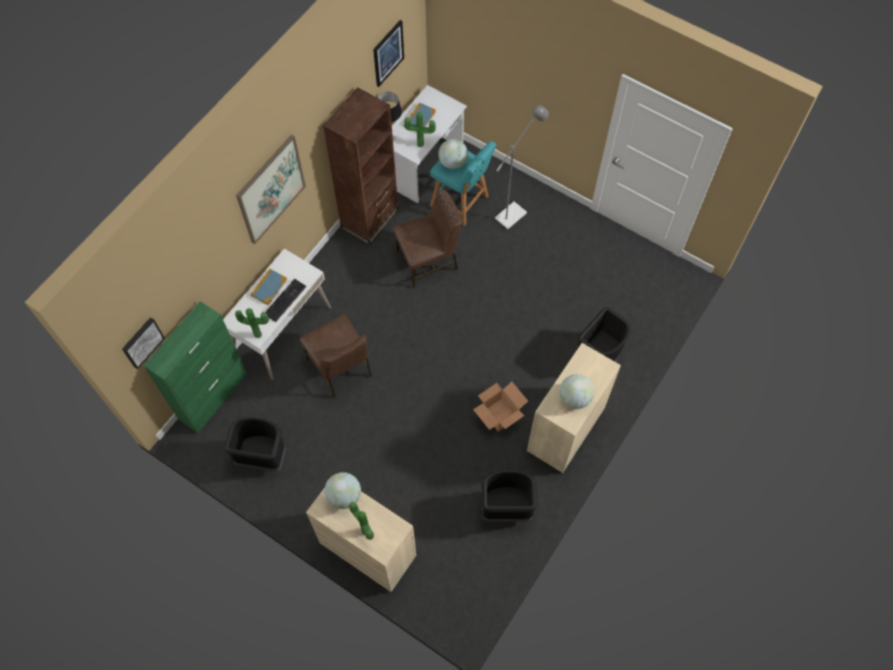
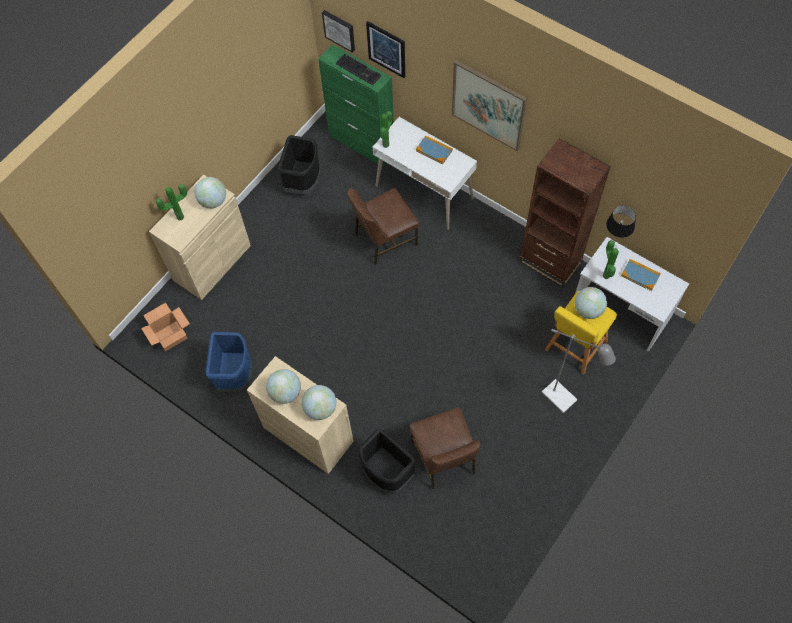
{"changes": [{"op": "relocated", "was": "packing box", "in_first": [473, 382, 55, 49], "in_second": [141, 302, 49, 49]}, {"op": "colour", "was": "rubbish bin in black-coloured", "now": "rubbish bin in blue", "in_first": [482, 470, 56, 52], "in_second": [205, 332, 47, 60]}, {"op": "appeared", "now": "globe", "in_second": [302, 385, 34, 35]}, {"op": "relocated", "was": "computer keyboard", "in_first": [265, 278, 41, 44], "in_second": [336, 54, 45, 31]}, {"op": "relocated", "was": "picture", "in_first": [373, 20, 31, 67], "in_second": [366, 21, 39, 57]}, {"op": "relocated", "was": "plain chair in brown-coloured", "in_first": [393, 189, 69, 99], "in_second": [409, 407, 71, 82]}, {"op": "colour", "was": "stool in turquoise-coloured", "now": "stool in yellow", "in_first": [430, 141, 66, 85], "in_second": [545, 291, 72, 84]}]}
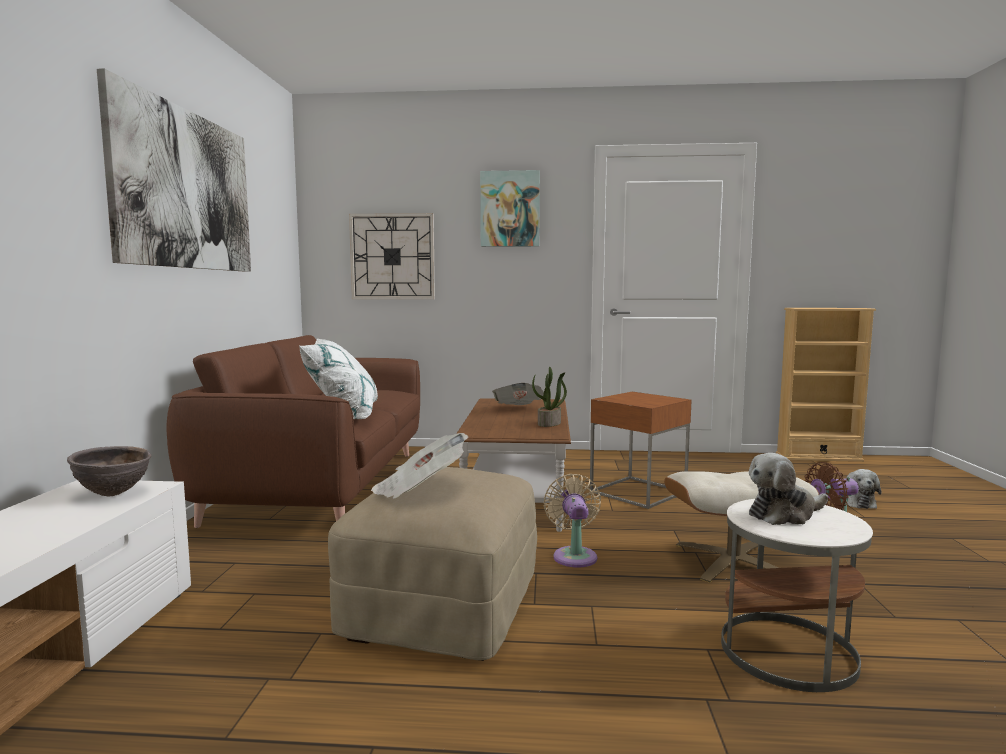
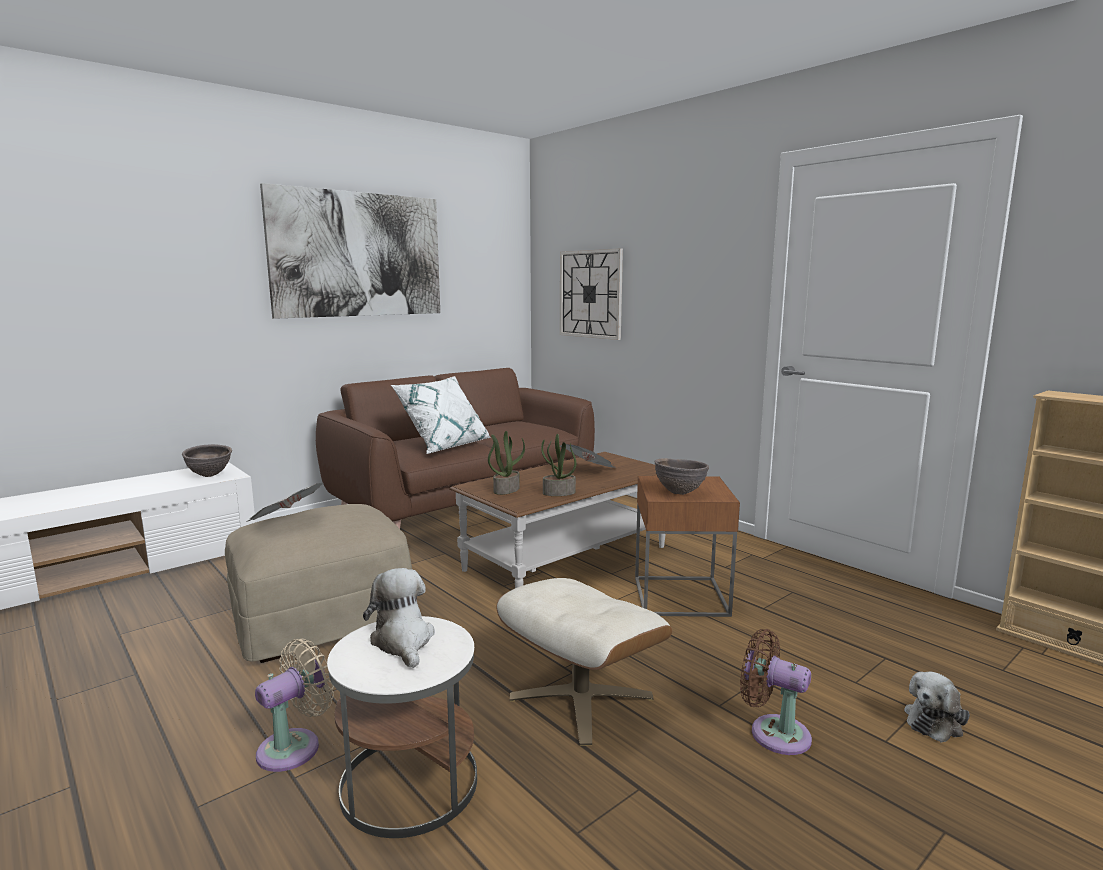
{"changes": [{"op": "relocated", "was": "electric fan in sand-coloured", "in_first": [544, 474, 57, 94], "in_second": [255, 639, 79, 133]}, {"op": "spun", "was": "cuddly toy", "in_first": [749, 453, 79, 72], "in_second": [363, 568, 72, 100], "clockwise": 45}, {"op": "appeared", "now": "houseplant", "in_second": [488, 431, 37, 64]}, {"op": "appeared", "now": "serving bowl in brown-coloured", "in_second": [654, 458, 55, 37]}, {"op": "missing", "was": "picture", "in_first": [480, 170, 60, 77]}]}
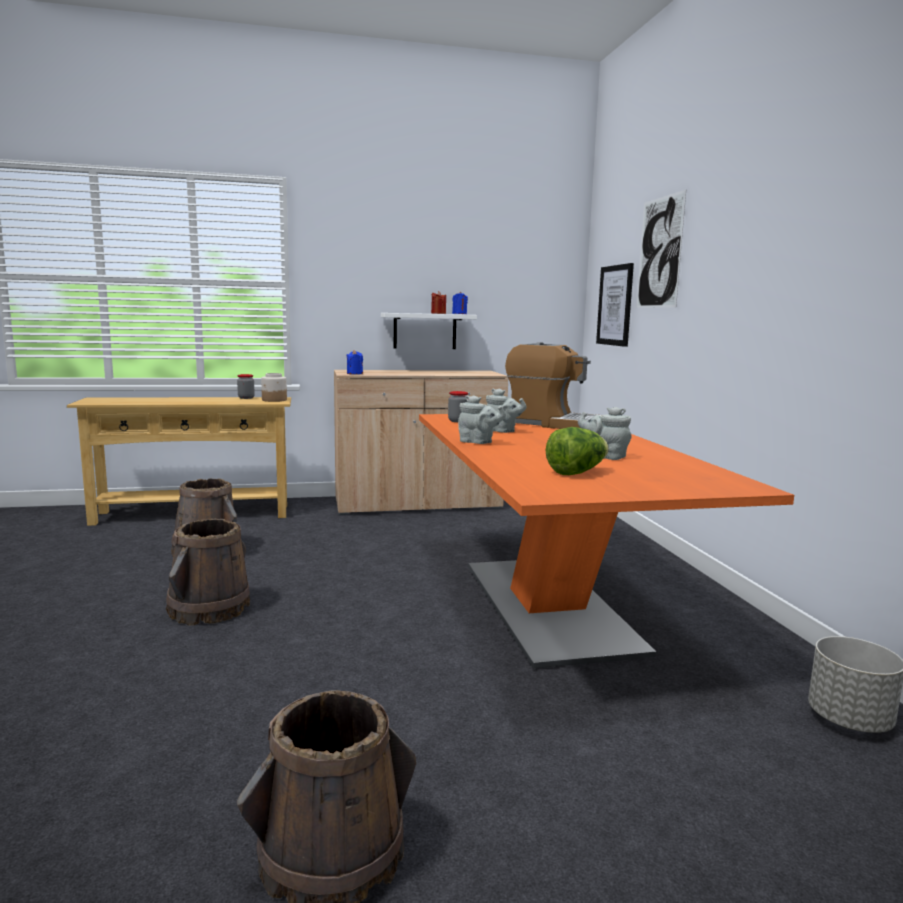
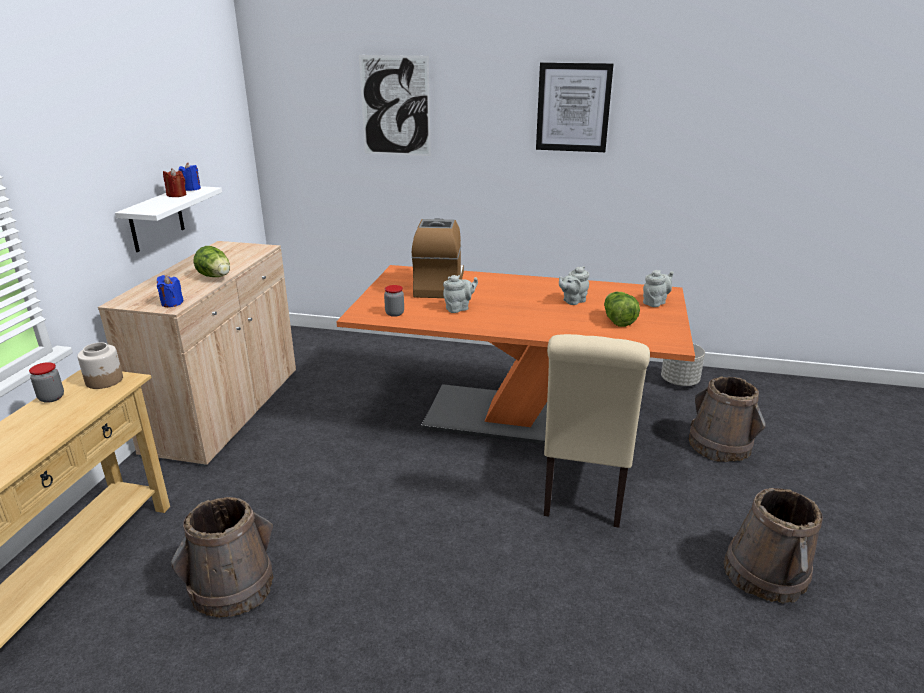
{"changes": [{"op": "appeared", "now": "lettuce head", "in_second": [193, 246, 37, 31]}, {"op": "spun", "was": "coffee maker", "in_first": [505, 342, 96, 87], "in_second": [411, 219, 53, 79], "clockwise": -45}, {"op": "relocated", "was": "picture", "in_first": [596, 263, 38, 84], "in_second": [536, 62, 78, 90]}, {"op": "appeared", "now": "plain chair in sand-coloured", "in_second": [544, 334, 106, 194]}, {"op": "relocated", "was": "pot for tea in grey", "in_first": [458, 395, 48, 49], "in_second": [643, 270, 31, 37]}, {"op": "relocated", "was": "bucket in brown-coloured", "in_first": [166, 518, 84, 108], "in_second": [689, 376, 77, 86]}]}
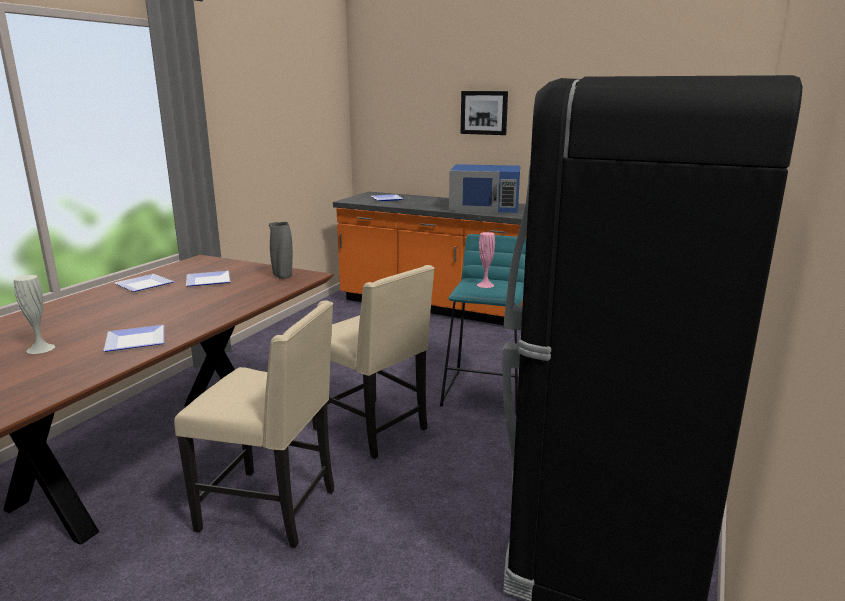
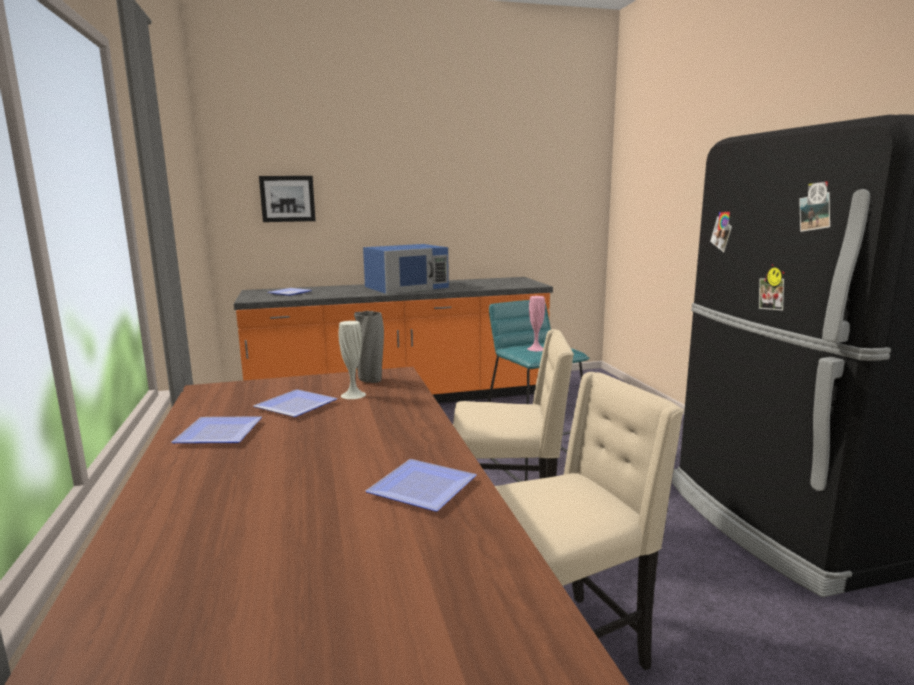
{"changes": [{"op": "relocated", "was": "picture", "in_first": [461, 91, 47, 44], "in_second": [259, 176, 57, 46]}, {"op": "relocated", "was": "vase in white-coloured", "in_first": [14, 275, 41, 79], "in_second": [339, 321, 27, 78]}]}
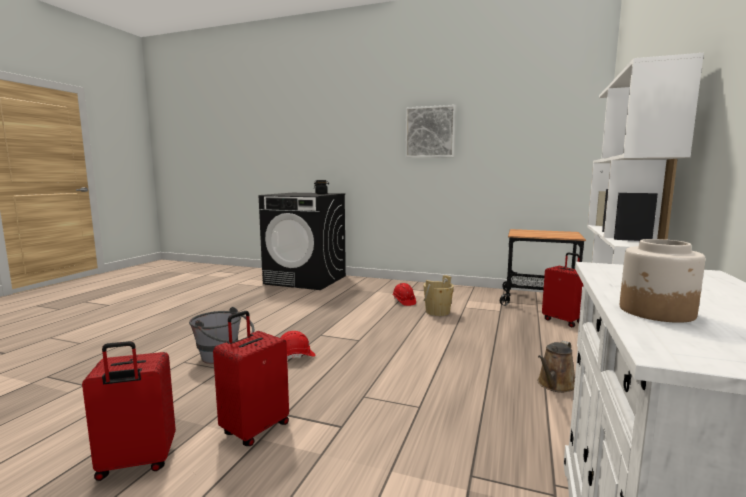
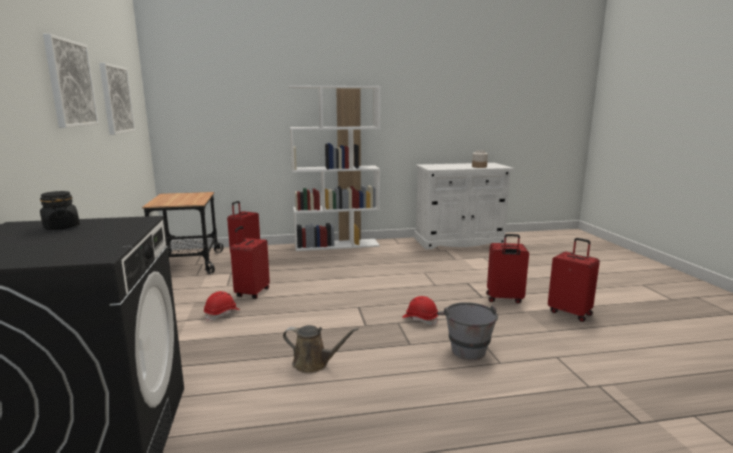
{"changes": [{"op": "appeared", "now": "picture", "in_second": [99, 63, 36, 72]}, {"op": "exchanged", "was": "bucket in sand-coloured", "now": "piece of luggage in red-coloured", "in_first": [423, 275, 31, 41], "in_second": [230, 226, 40, 73]}, {"op": "relocated", "was": "watering can in brown-coloured", "in_first": [537, 341, 38, 52], "in_second": [283, 325, 76, 49]}]}
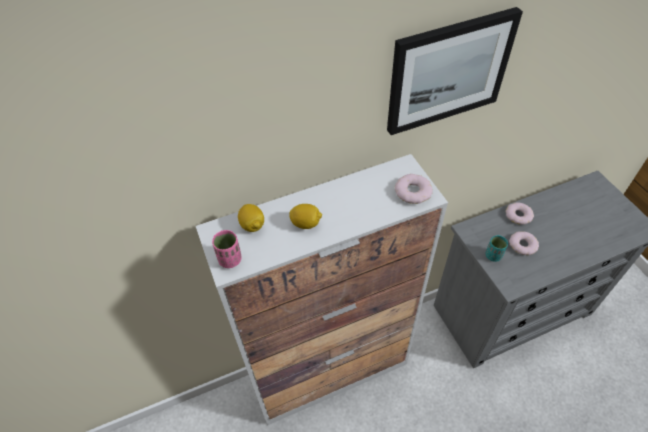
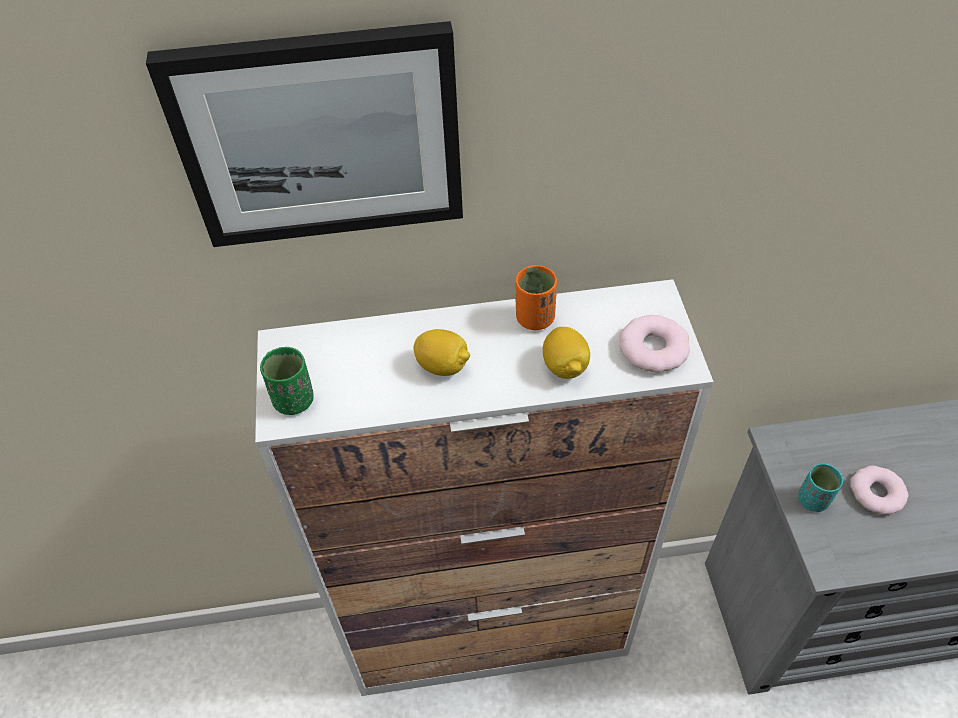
{"changes": [{"op": "relocated", "was": "picture", "in_first": [387, 7, 136, 128], "in_second": [146, 21, 317, 226]}, {"op": "colour", "was": "small cup in pink", "now": "small cup in greenish", "in_first": [212, 230, 30, 38], "in_second": [260, 347, 54, 68]}, {"op": "appeared", "now": "small cup in orange-coloured", "in_second": [516, 265, 41, 65]}, {"op": "relocated", "was": "lemon", "in_first": [238, 204, 26, 28], "in_second": [543, 327, 47, 52]}, {"op": "missing", "was": "doughnut", "in_first": [505, 202, 29, 23]}]}
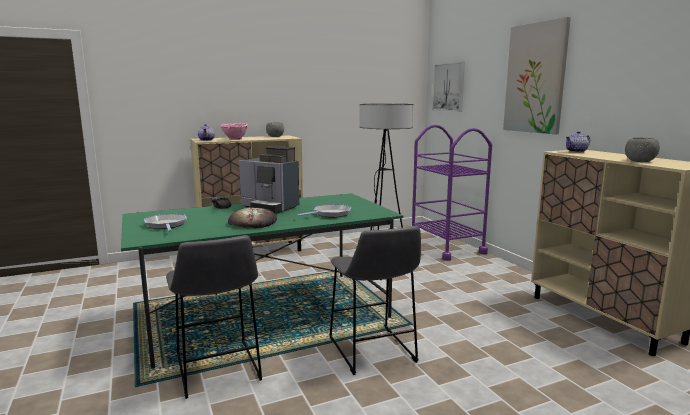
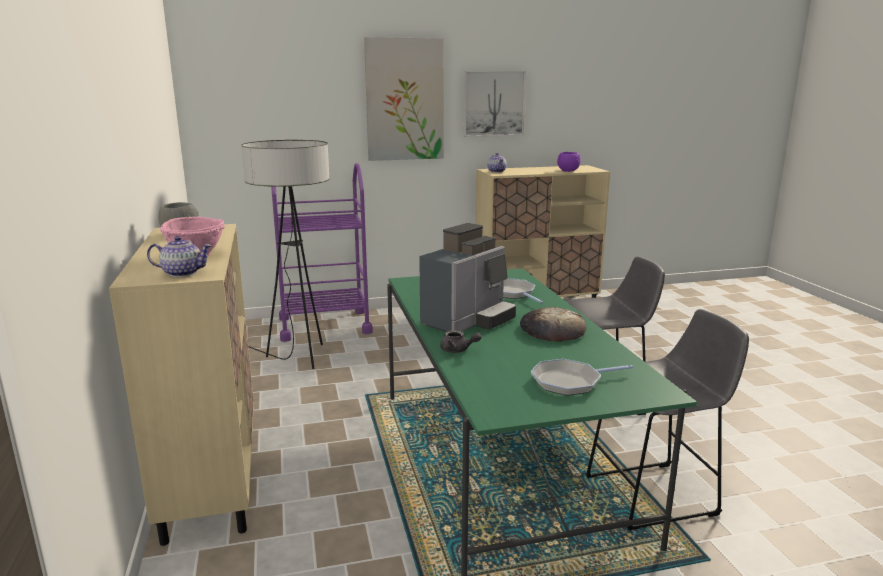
{"changes": [{"op": "relocated", "was": "picture", "in_first": [432, 62, 33, 49], "in_second": [464, 71, 62, 66]}, {"op": "colour", "was": "serving bowl in grey", "now": "serving bowl in purplish", "in_first": [625, 137, 35, 25], "in_second": [557, 152, 24, 20]}]}
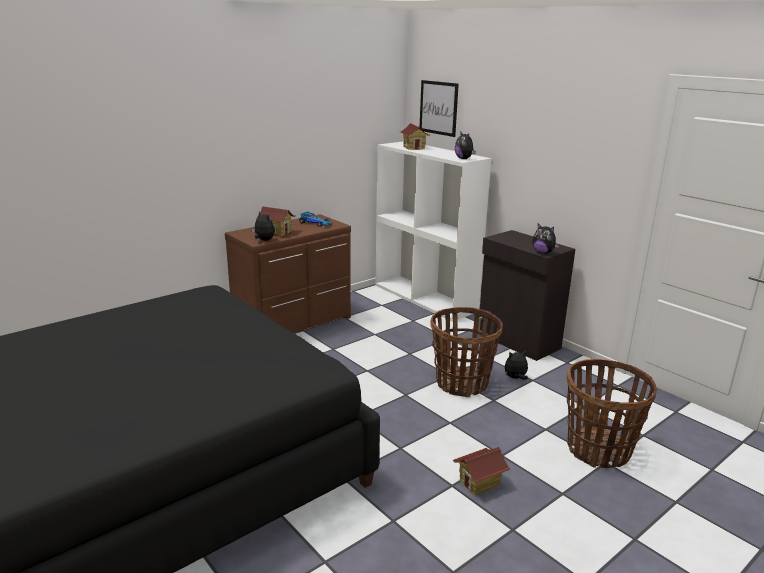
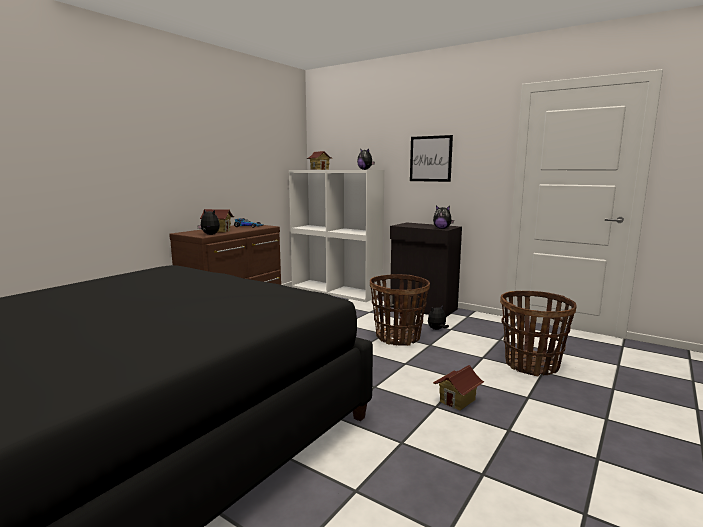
{"changes": [{"op": "relocated", "was": "picture", "in_first": [420, 80, 39, 57], "in_second": [410, 135, 43, 47]}]}
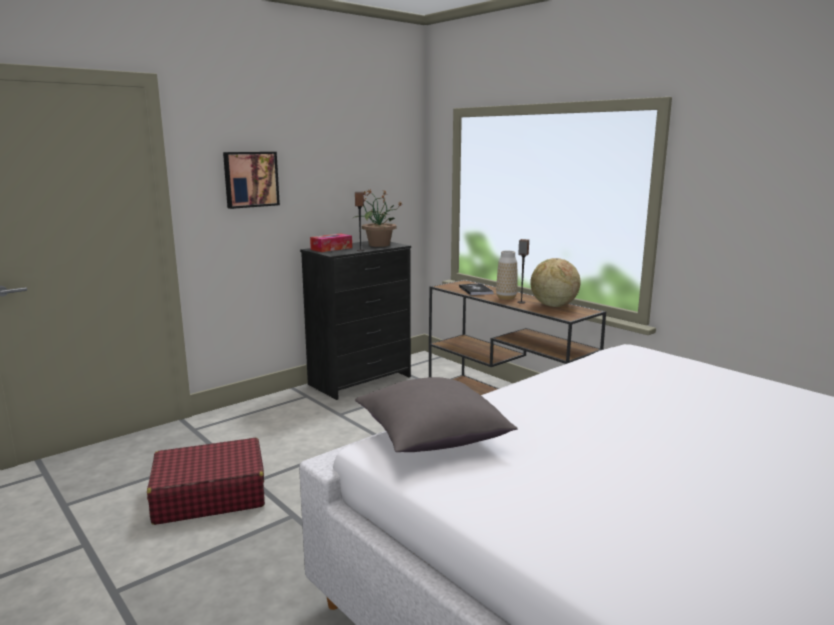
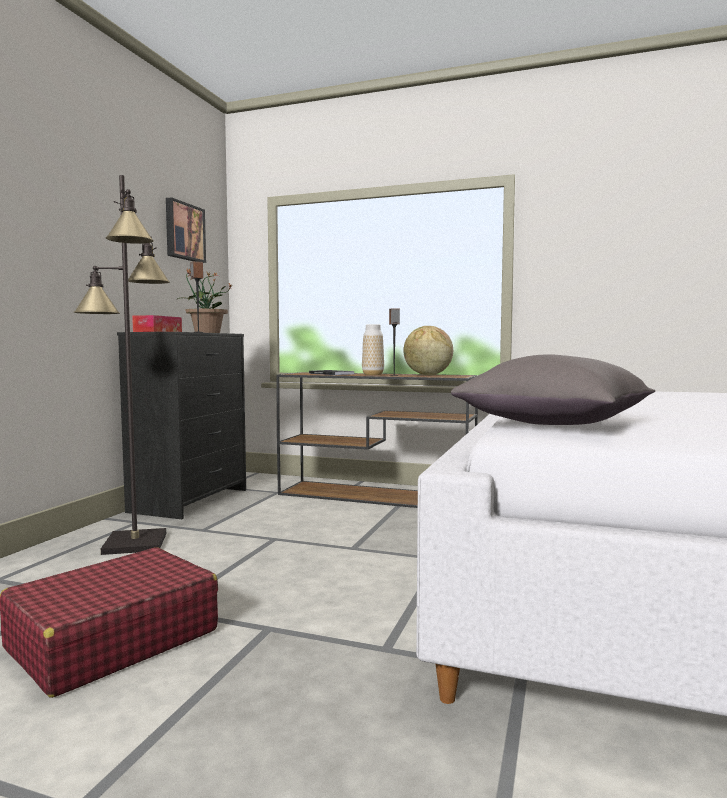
{"changes": [{"op": "appeared", "now": "standing lamp in black-coloured", "in_second": [74, 175, 96, 380]}, {"op": "relocated", "was": "picture", "in_first": [223, 152, 57, 57], "in_second": [166, 197, 40, 66]}]}
